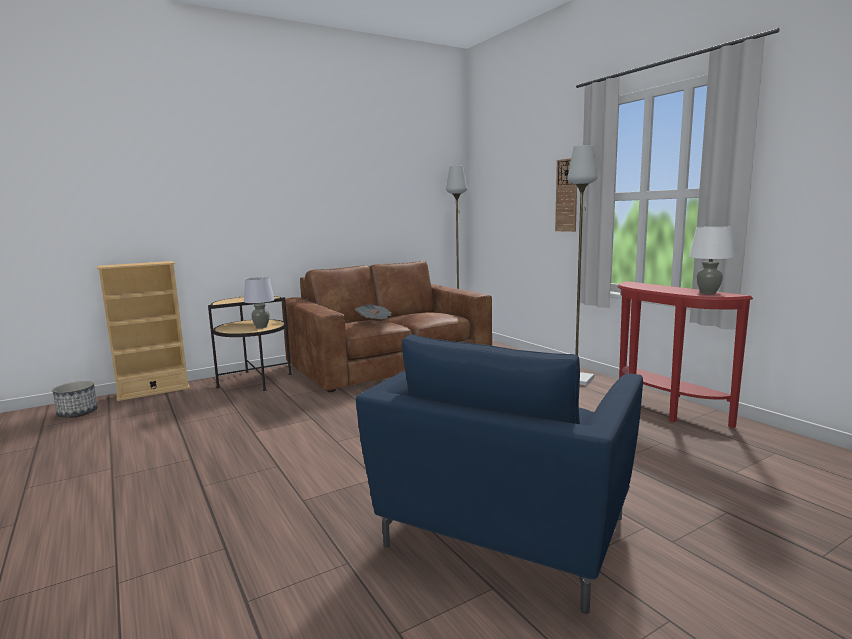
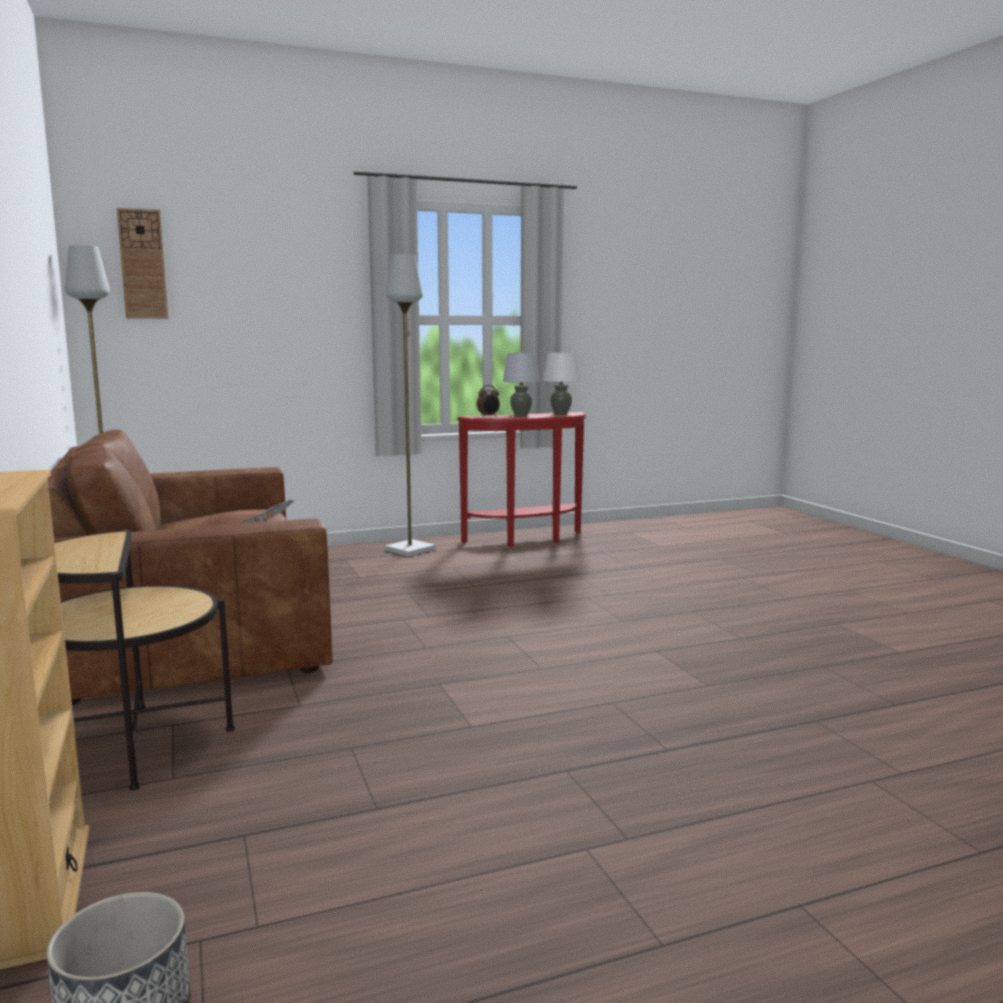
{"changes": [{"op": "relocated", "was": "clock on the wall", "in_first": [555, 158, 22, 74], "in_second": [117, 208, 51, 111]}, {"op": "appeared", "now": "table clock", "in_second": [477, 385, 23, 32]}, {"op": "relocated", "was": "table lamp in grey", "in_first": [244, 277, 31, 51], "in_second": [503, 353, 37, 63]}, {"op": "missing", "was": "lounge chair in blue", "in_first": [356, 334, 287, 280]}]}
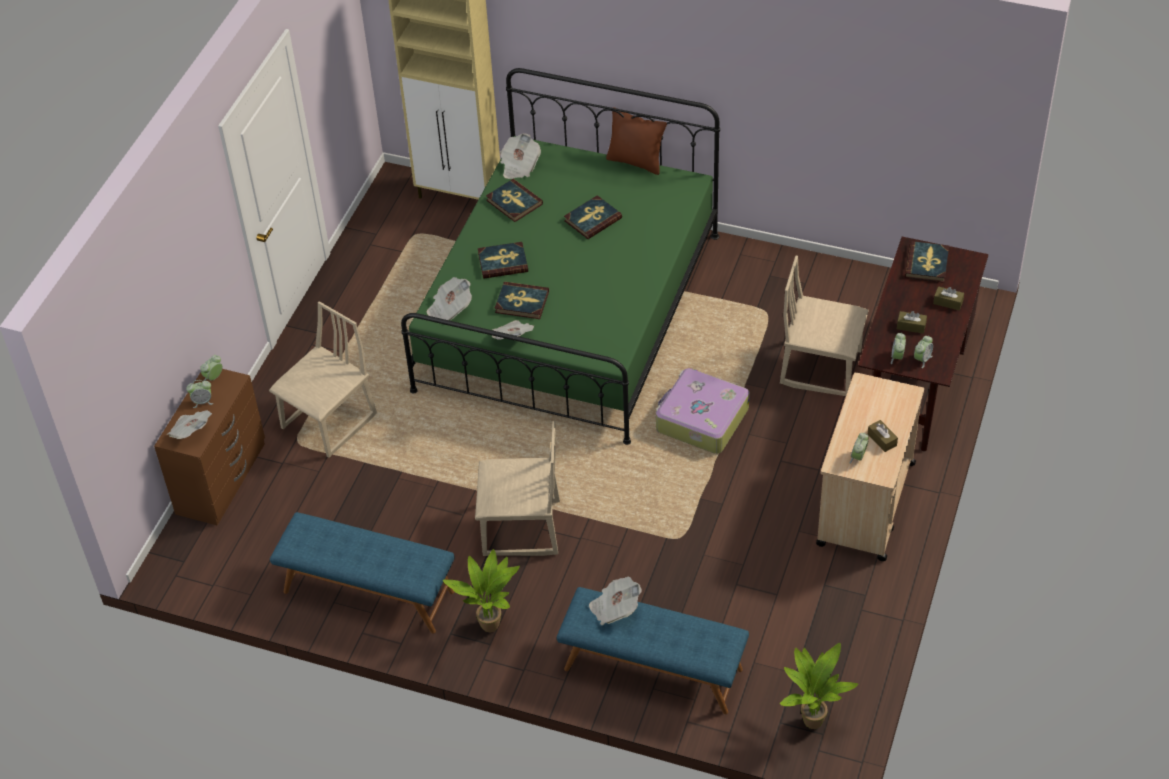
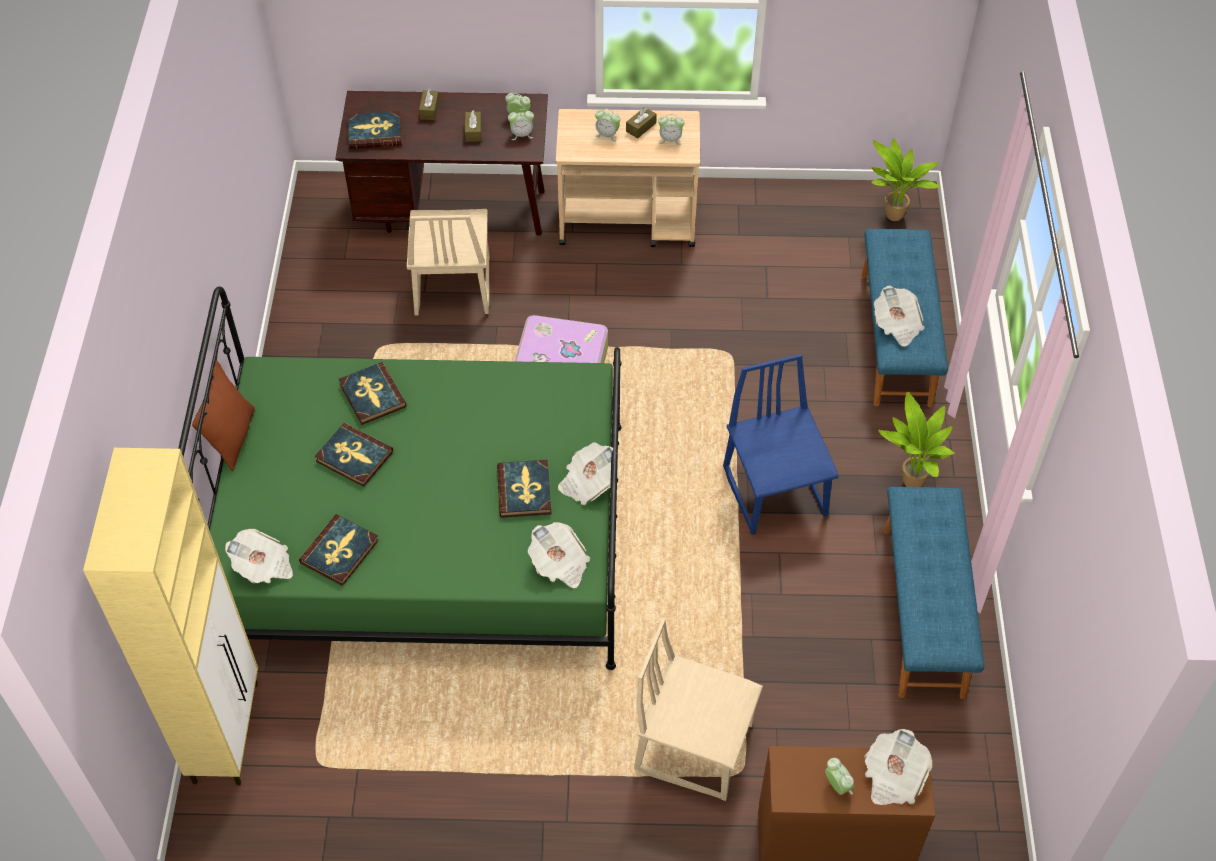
{"changes": [{"op": "relocated", "was": "book", "in_first": [478, 242, 50, 37], "in_second": [338, 362, 69, 63]}, {"op": "relocated", "was": "table clock", "in_first": [200, 355, 23, 26], "in_second": [595, 109, 26, 33]}, {"op": "colour", "was": "plain chair in sand-coloured", "now": "plain chair in blue", "in_first": [475, 421, 85, 135], "in_second": [723, 354, 116, 181]}]}
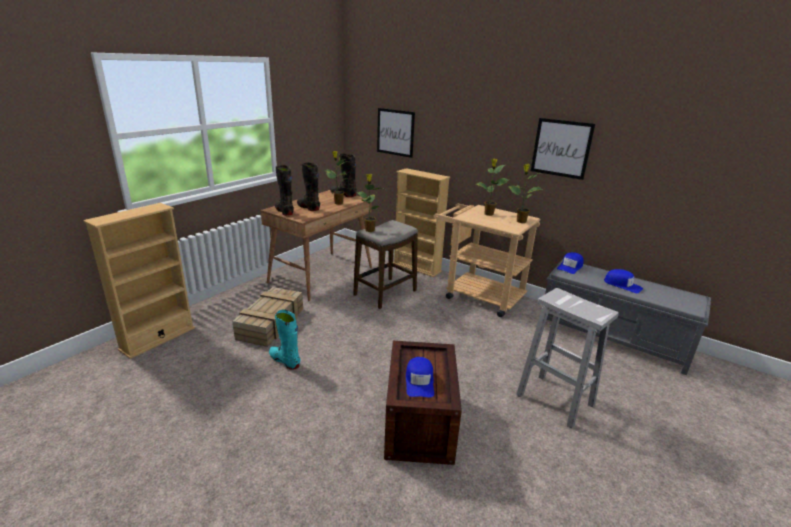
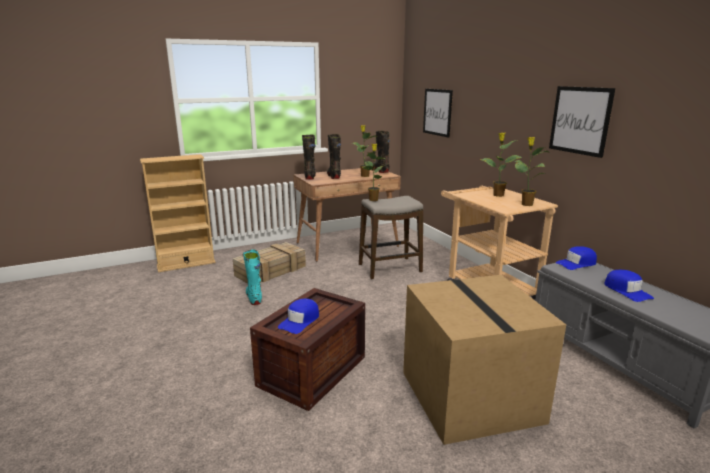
{"changes": [{"op": "exchanged", "was": "stool in white-coloured", "now": "packing box", "in_first": [516, 288, 103, 141], "in_second": [403, 275, 163, 170]}, {"op": "missing", "was": "bookcase in sand-coloured", "in_first": [393, 168, 57, 109]}]}
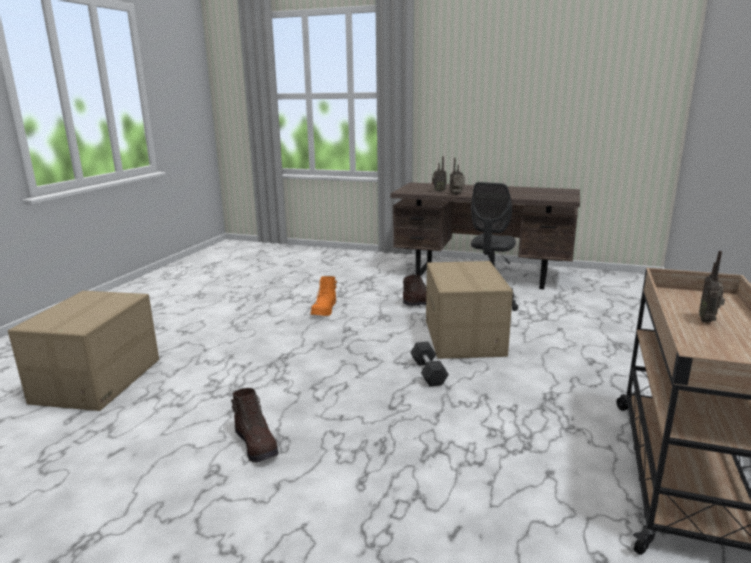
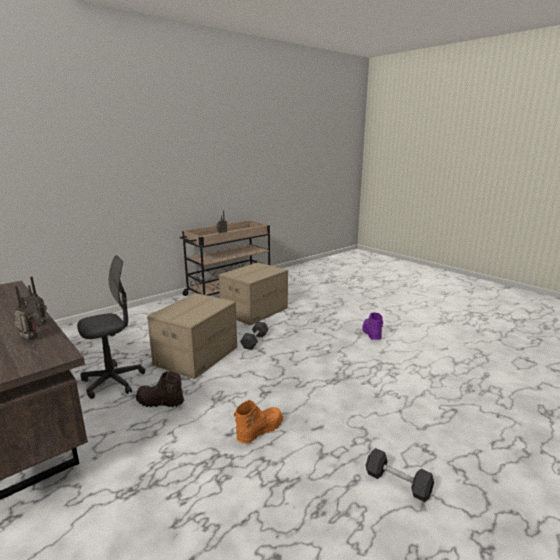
{"changes": [{"op": "relocated", "was": "packing box", "in_first": [8, 291, 151, 120], "in_second": [219, 262, 69, 63]}, {"op": "colour", "was": "boot in brown-coloured", "now": "boot in purplish", "in_first": [231, 388, 48, 75], "in_second": [362, 313, 21, 27]}, {"op": "appeared", "now": "dumbbell in grey", "in_second": [366, 448, 68, 54]}]}
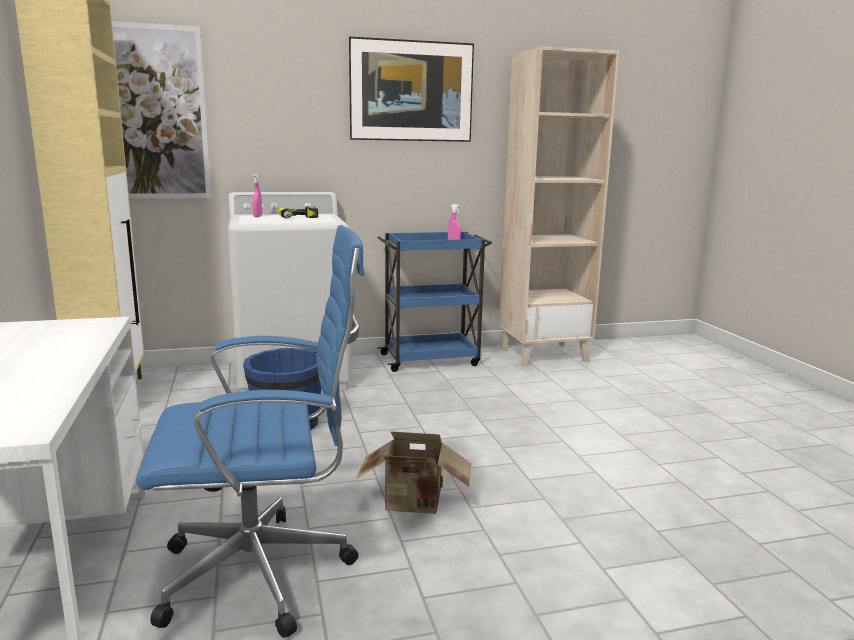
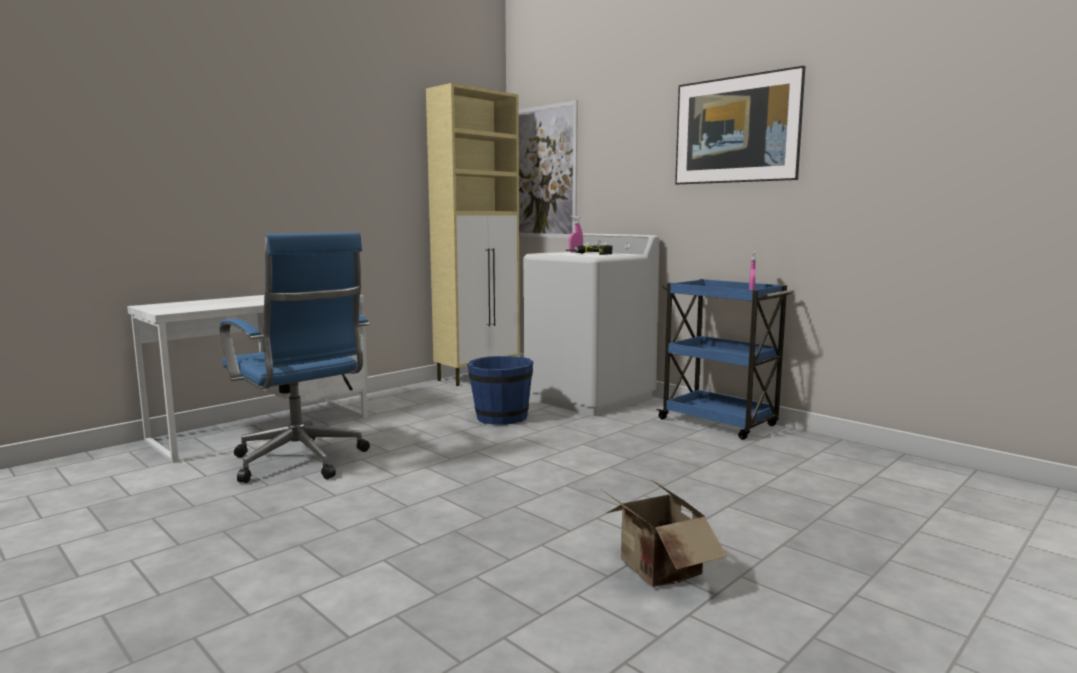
{"changes": [{"op": "relocated", "was": "packing box", "in_first": [356, 431, 115, 83], "in_second": [599, 478, 128, 109]}, {"op": "missing", "was": "bookcase in sand-coloured", "in_first": [499, 46, 120, 320]}]}
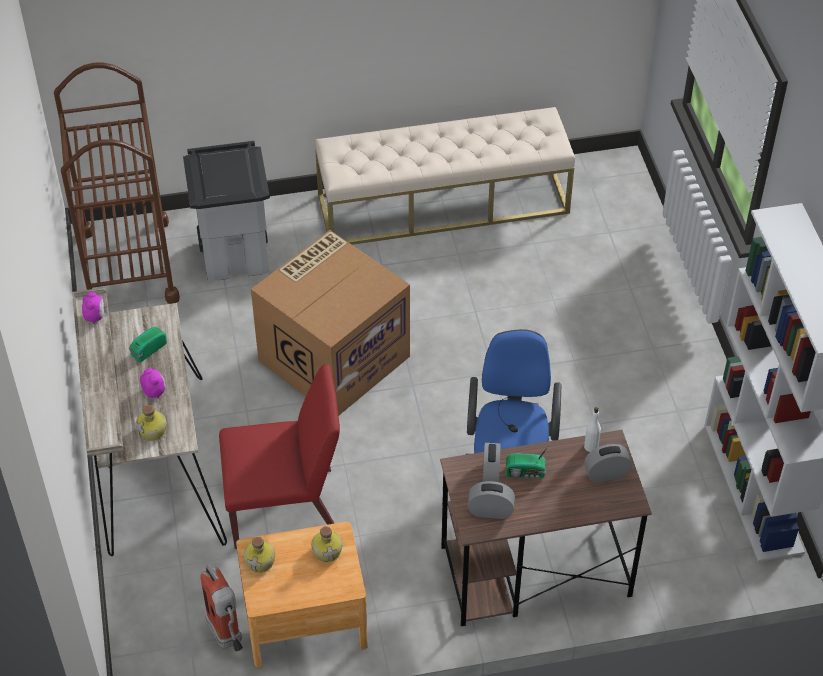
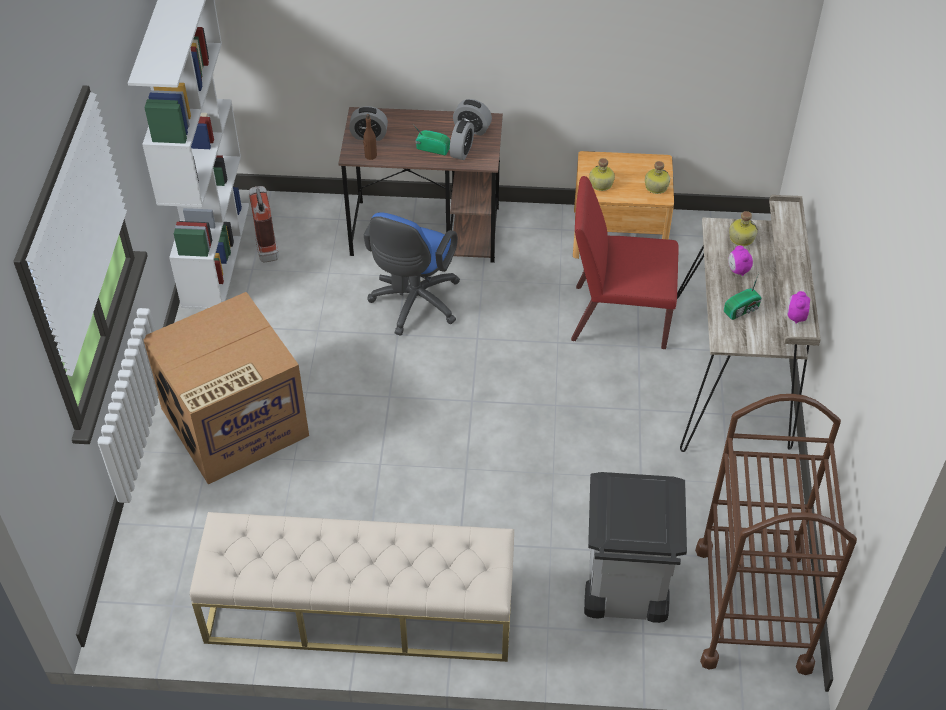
{"changes": [{"op": "relocated", "was": "packing box", "in_first": [251, 230, 159, 186], "in_second": [144, 292, 165, 192]}, {"op": "relocated", "was": "fire extinguisher", "in_first": [200, 565, 43, 87], "in_second": [249, 186, 30, 76]}, {"op": "colour", "was": "beverage bottle in white-coloured", "now": "beverage bottle in brown-coloured", "in_first": [584, 407, 17, 45], "in_second": [363, 114, 14, 46]}]}
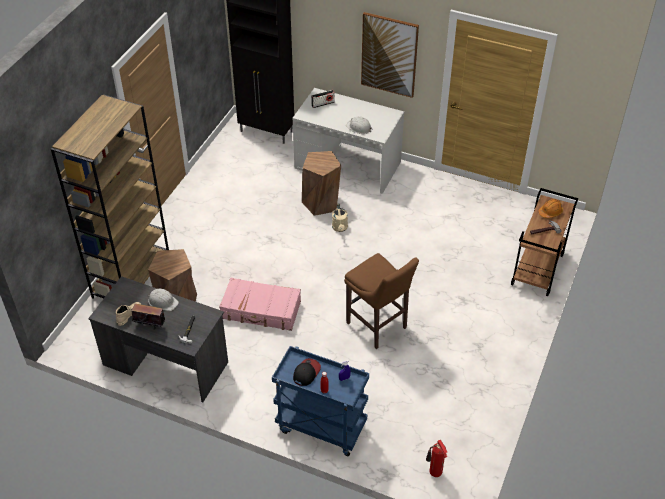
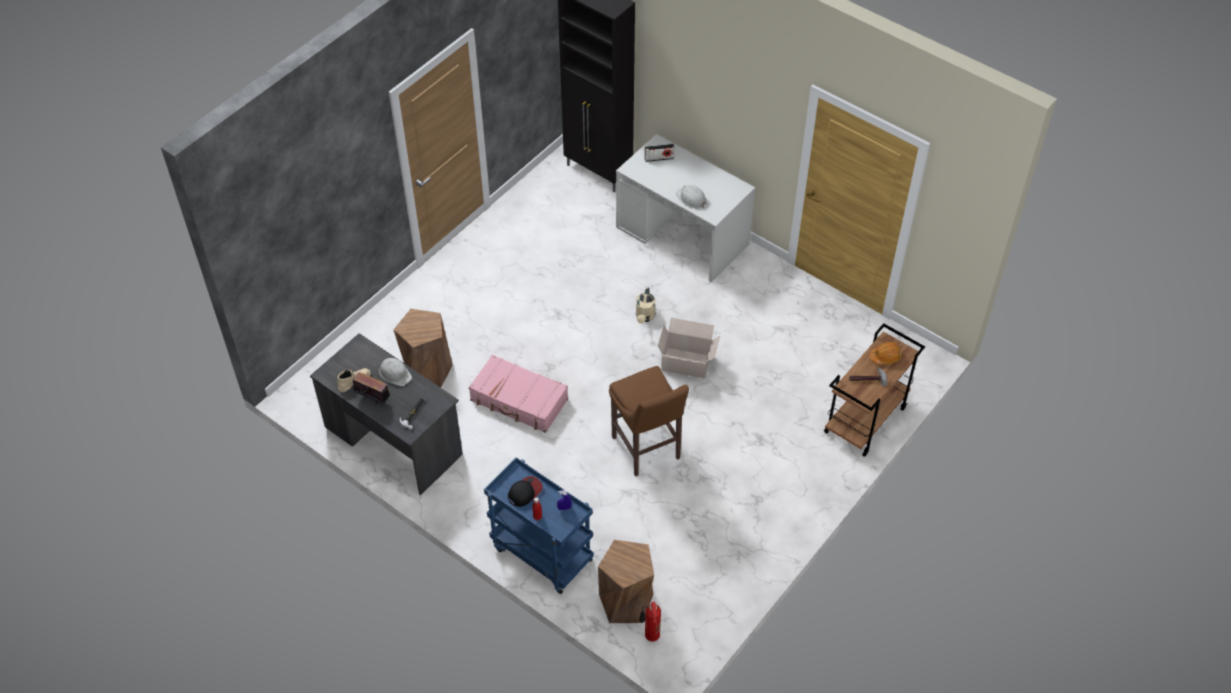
{"changes": [{"op": "relocated", "was": "stool in brown-coloured", "in_first": [302, 151, 39, 65], "in_second": [598, 540, 56, 83]}, {"op": "appeared", "now": "packing box", "in_second": [658, 318, 62, 60]}, {"op": "missing", "was": "bookcase in brown-coloured", "in_first": [51, 94, 118, 204]}, {"op": "missing", "was": "picture", "in_first": [361, 12, 58, 86]}]}
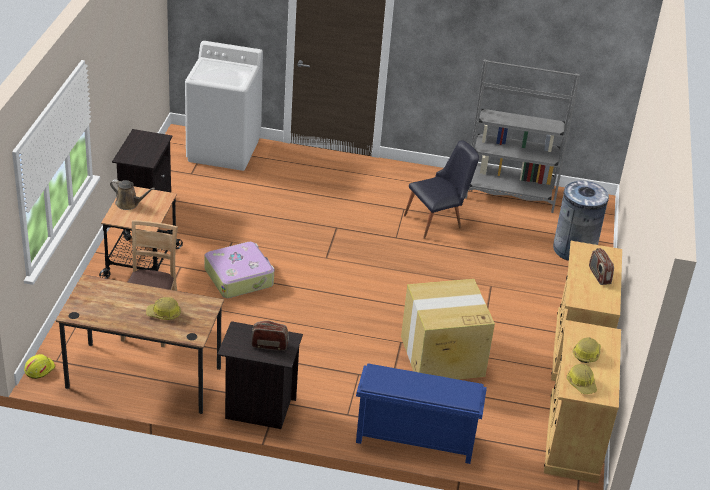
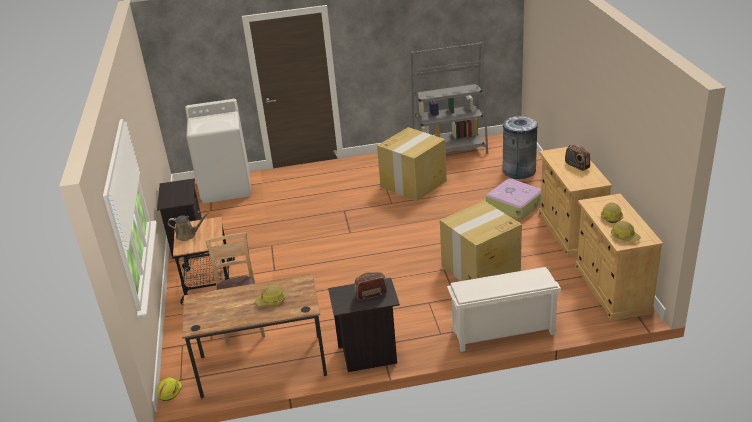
{"changes": [{"op": "exchanged", "was": "plain chair in black-coloured", "now": "packing box", "in_first": [404, 140, 75, 99], "in_second": [377, 127, 70, 74]}, {"op": "colour", "was": "shoe shelf in blue", "now": "shoe shelf in white-coloured", "in_first": [356, 363, 131, 101], "in_second": [447, 267, 114, 85]}, {"op": "relocated", "was": "piece of luggage", "in_first": [205, 242, 69, 56], "in_second": [486, 179, 55, 41]}]}
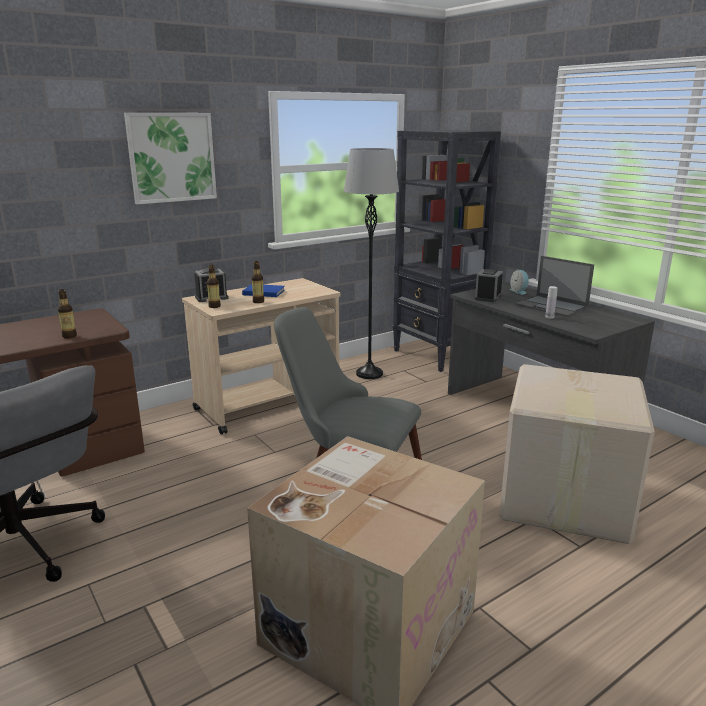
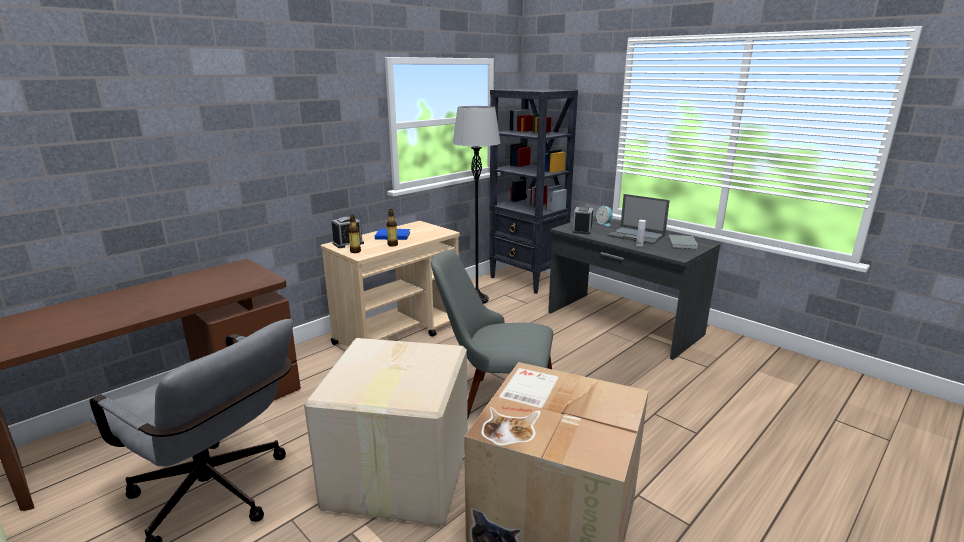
{"changes": [{"op": "relocated", "was": "packing box", "in_first": [499, 364, 156, 180], "in_second": [304, 338, 164, 187]}, {"op": "appeared", "now": "book in grey", "in_second": [668, 235, 30, 15]}, {"op": "missing", "was": "beverage bottle", "in_first": [58, 289, 19, 49]}, {"op": "missing", "was": "picture", "in_first": [124, 113, 93, 91]}]}
